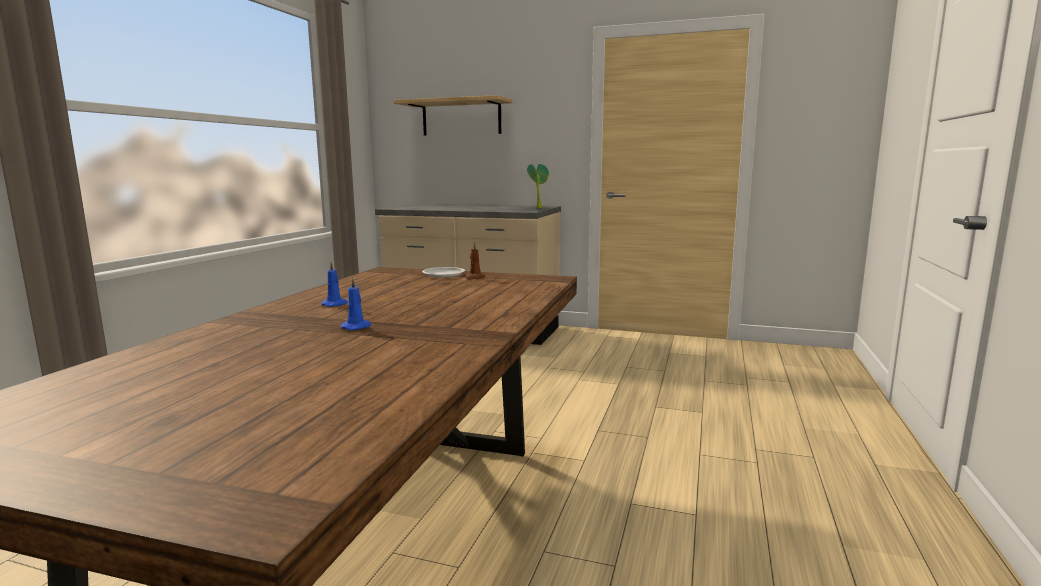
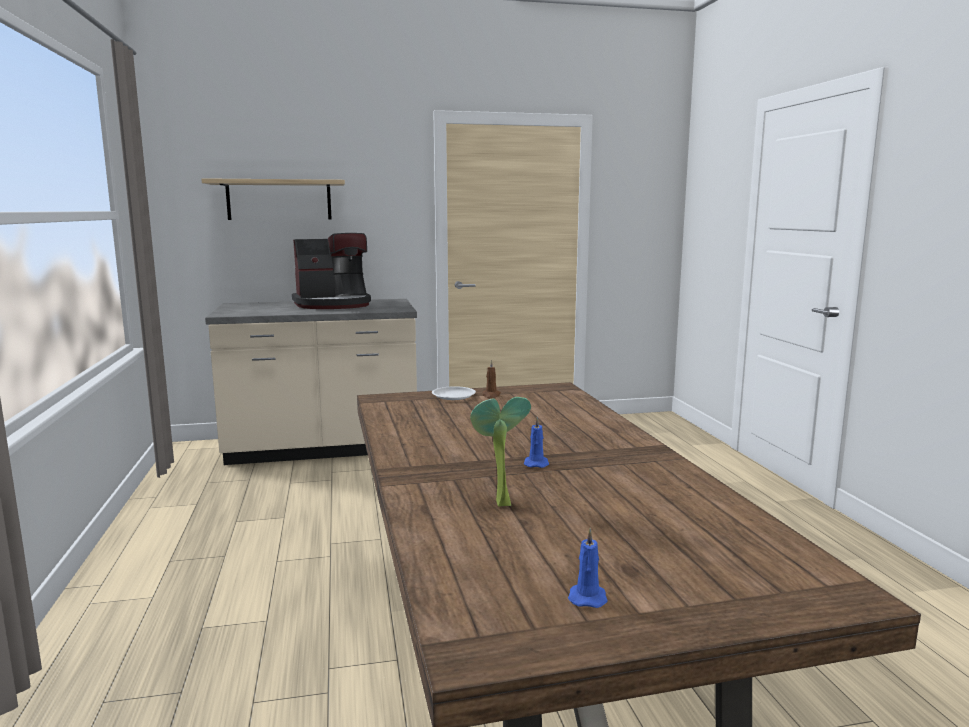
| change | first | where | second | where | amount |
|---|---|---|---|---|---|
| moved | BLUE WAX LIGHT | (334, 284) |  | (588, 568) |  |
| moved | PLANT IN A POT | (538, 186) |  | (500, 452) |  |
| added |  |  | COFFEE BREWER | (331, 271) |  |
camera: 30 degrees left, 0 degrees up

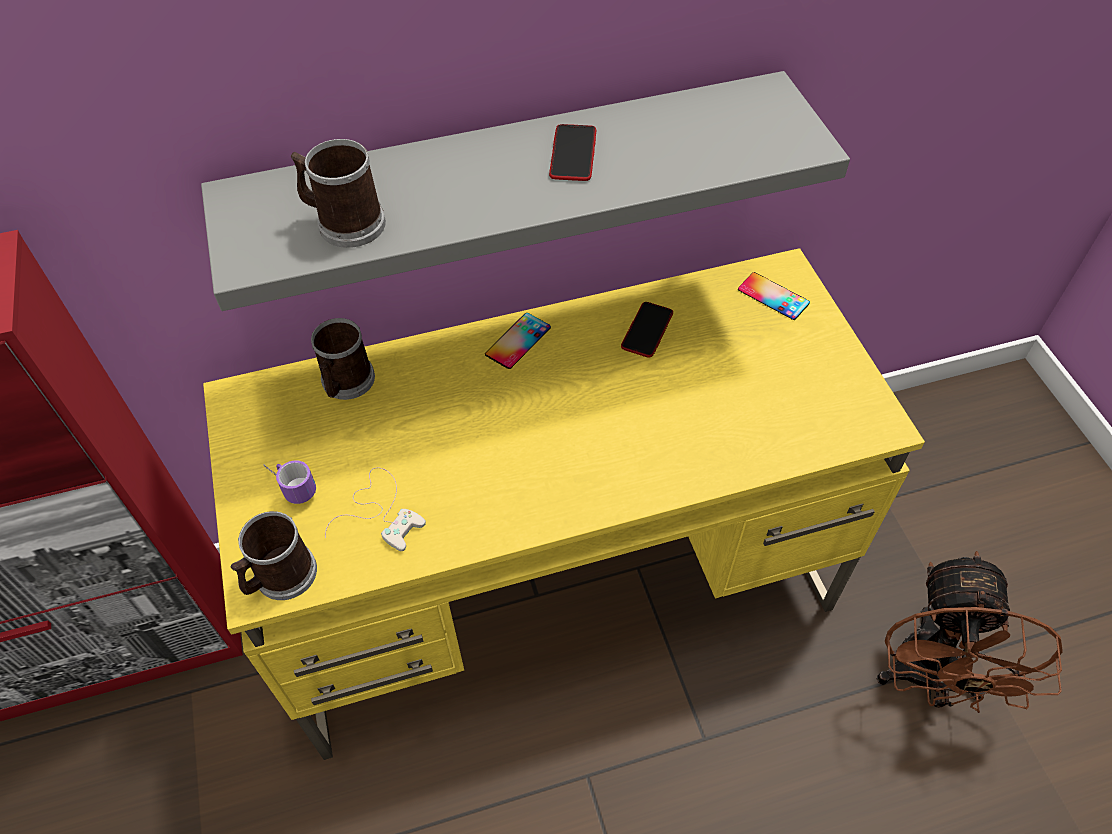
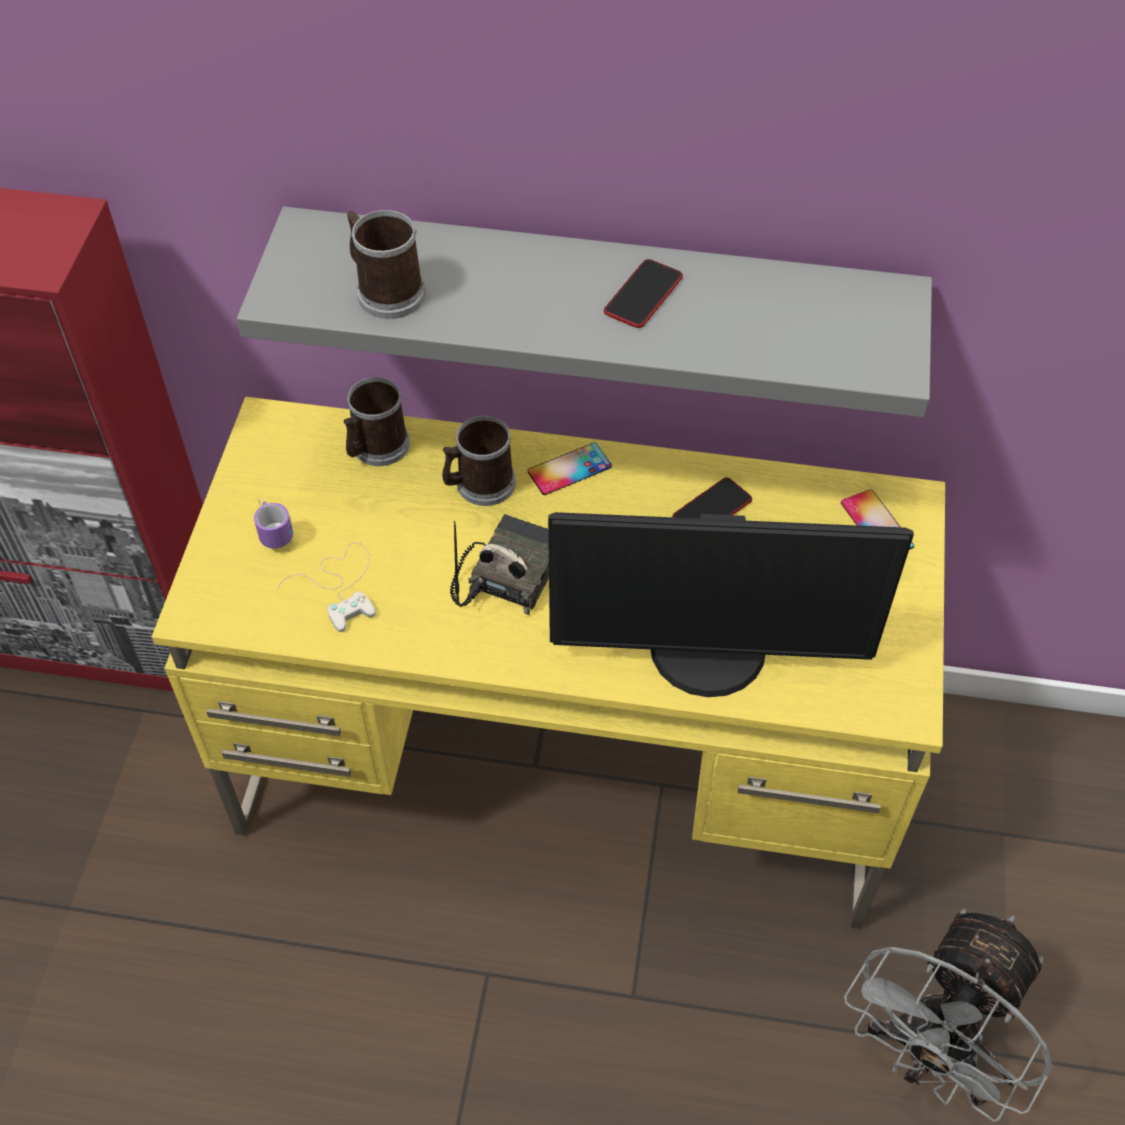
| change | first | where | second | where | amount |
|---|---|---|---|---|---|
| moved | COFFEE MUG | (273, 555) |  | (479, 461) |  |
| recoloured | BROWN FAN | (969, 632) | GREY FAN | (948, 1015) |  |
| added |  |  | RADIO | (499, 564) |  |
| added |  |  | MONITOR | (731, 604) |  |
camera: 25 degrees right, 0 degrees up

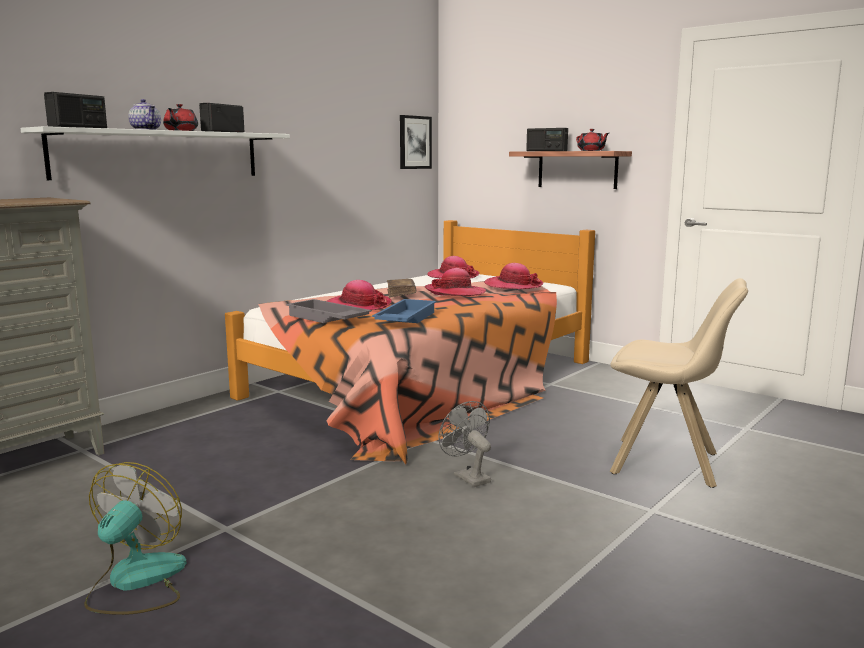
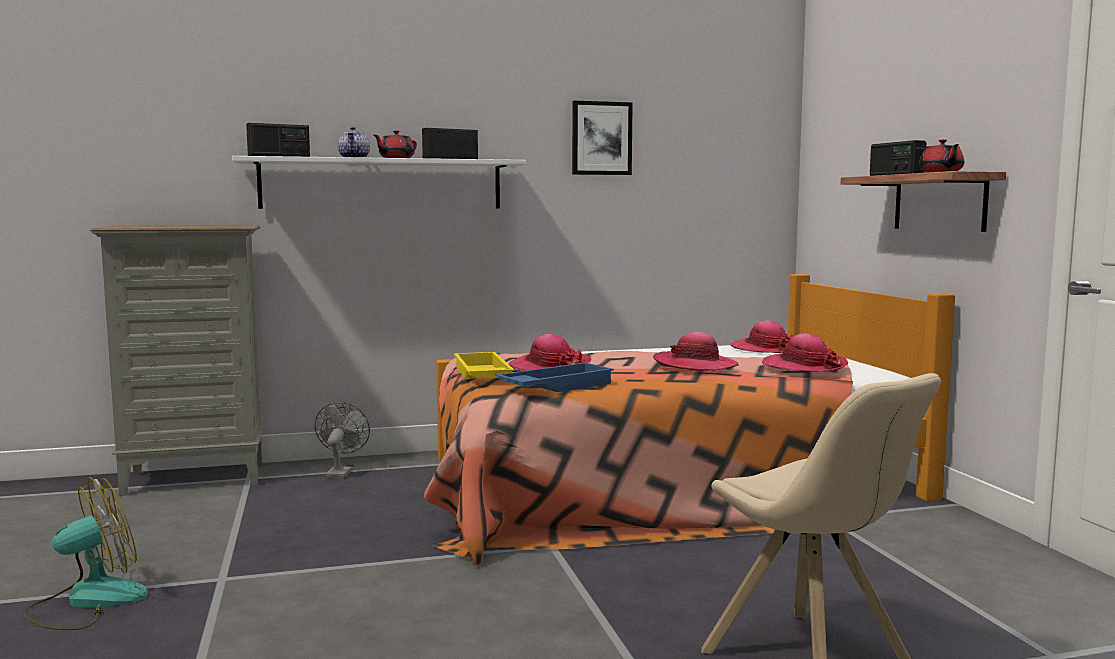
| change | first | where | second | where | amount |
|---|---|---|---|---|---|
| recoloured | GREY SERVING TRAY | (329, 311) | YELLOW SERVING TRAY | (484, 365) |  |
| removed | BROWN VOLUME | (401, 288) |  |  |  |
| moved | PICTURE | (416, 142) |  | (602, 138) |  |
| moved | GREY FAN | (465, 444) |  | (342, 440) |  |
camera: 35 degrees right, 5 degrees down

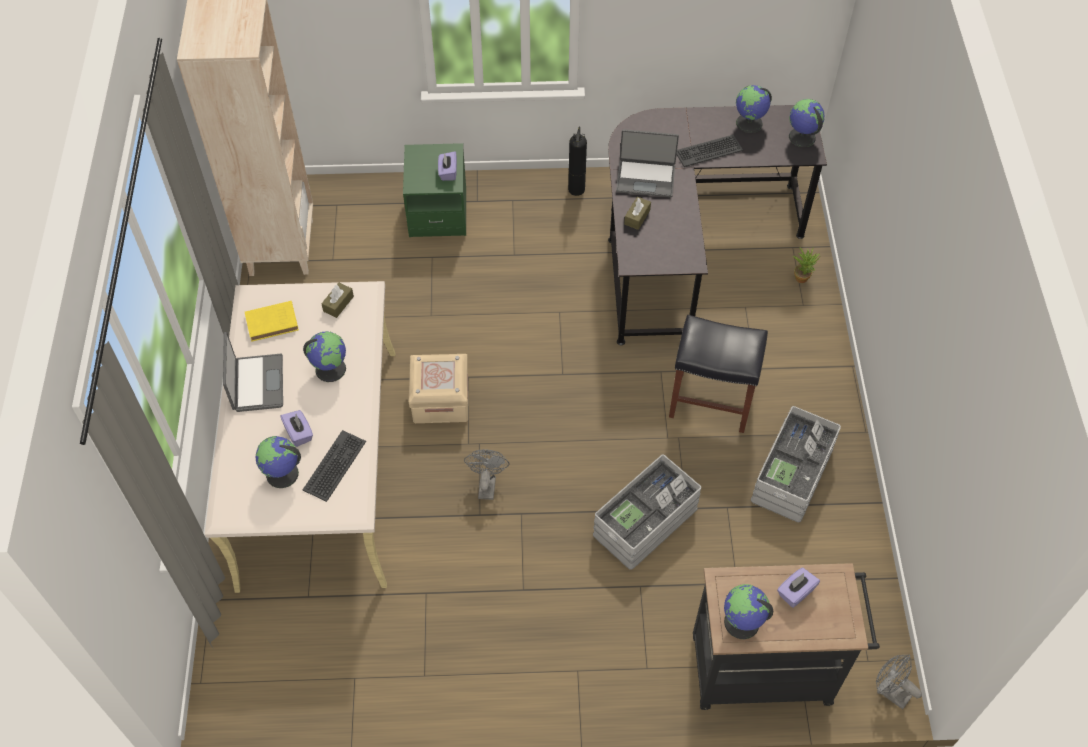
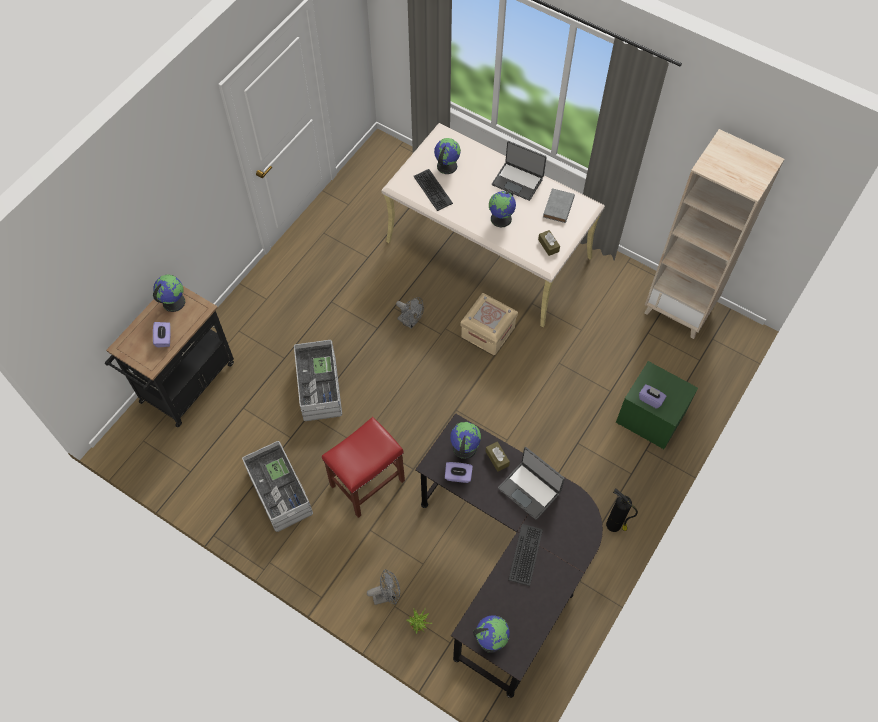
| change | first | where | second | where | amount |
|---|---|---|---|---|---|
| recoloured | YELLOW VOLUME | (272, 321) | GREY VOLUME | (559, 205) |  |
| moved | PURPLE TISSUE BOX | (296, 428) |  | (459, 472) |  |
| turned | LAPTOP | (647, 163) |  | (531, 483) | 90 degrees counterclockwise |
| recoloured | BLACK-COLOURED SITTING STOOL | (718, 374) | RED-COLOURED SITTING STOOL | (363, 467) |  |
| moved | GLOBE | (754, 109) |  | (465, 440) |  |
| moved | GREY FAN | (899, 682) |  | (383, 587) |  |
camera: 125 degrees right, 5 degrees up

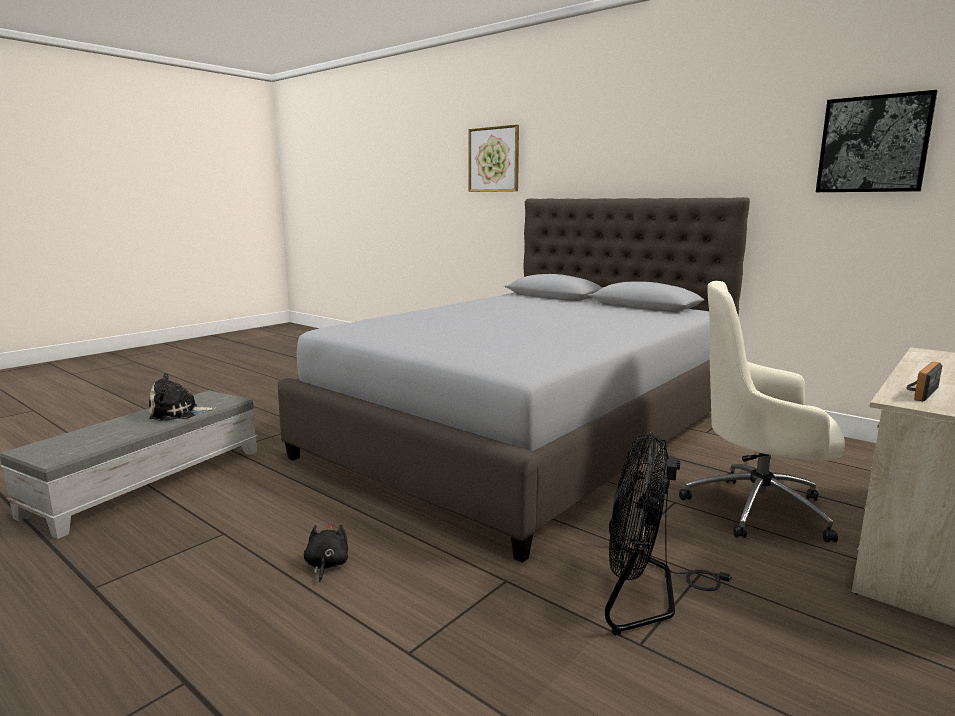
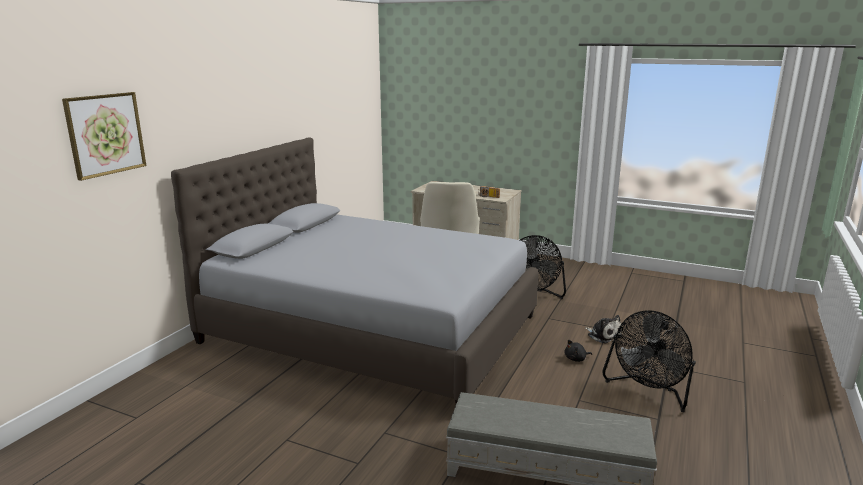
| change | first | where | second | where | amount |
|---|---|---|---|---|---|
| moved | PLUSH TOY | (182, 397) |  | (603, 329) |  |
| removed | PICTURE | (877, 141) |  |  |  |
| added |  |  | BLACK-COLOURED FAN | (649, 361) |  |
camera: 105 degrees left, 5 degrees up

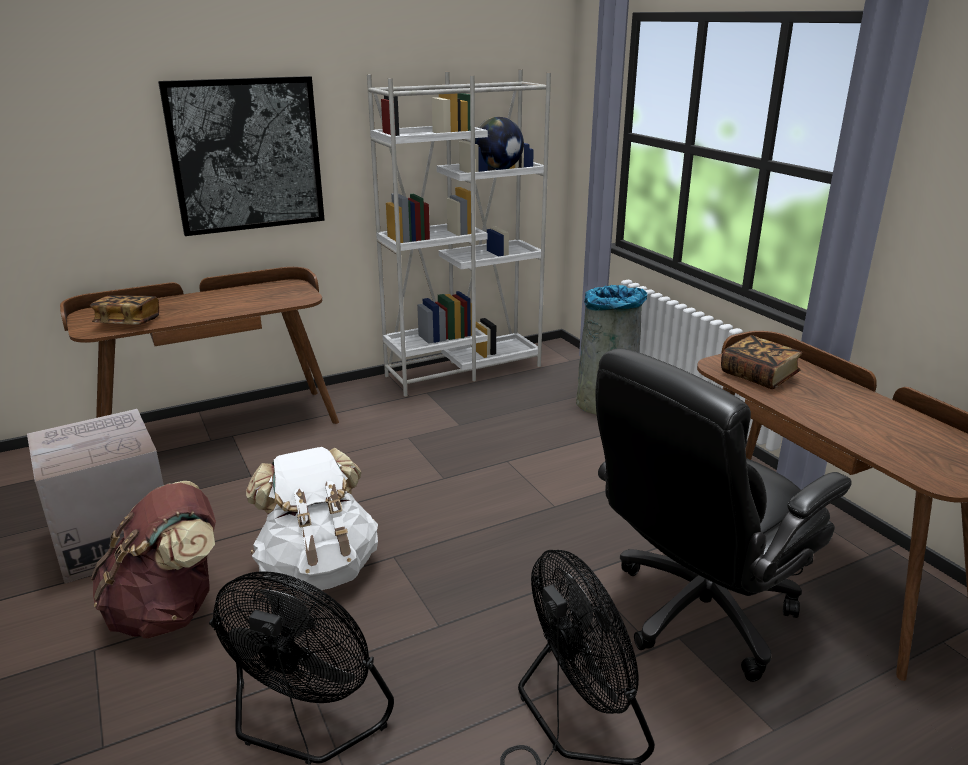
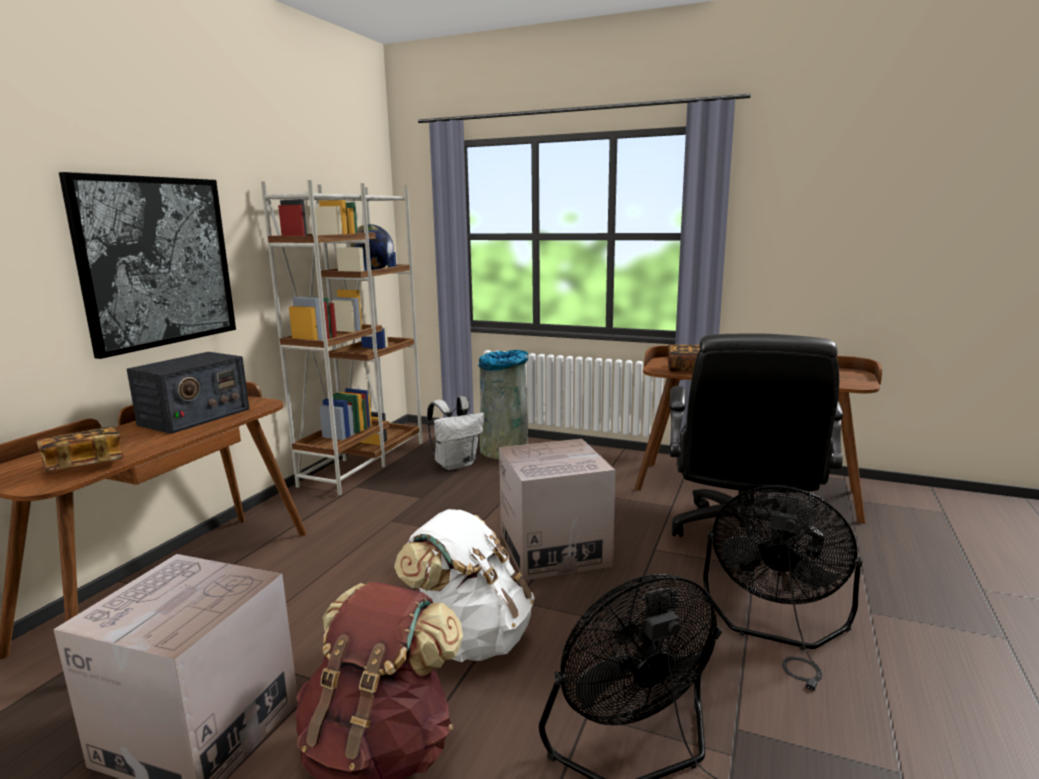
| change | first | where | second | where | amount |
|---|---|---|---|---|---|
| recoloured | WHITE SHELVING UNIT | (459, 233) | BROWN SHELVING UNIT | (342, 337) |  |
| added |  |  | RADIO | (188, 393) |  |
| added |  |  | WHITE RUCKSACK | (455, 433) |  |
| added |  |  | PACKING BOX | (557, 509) |  |
camera: 40 degrees left, 10 degrees down

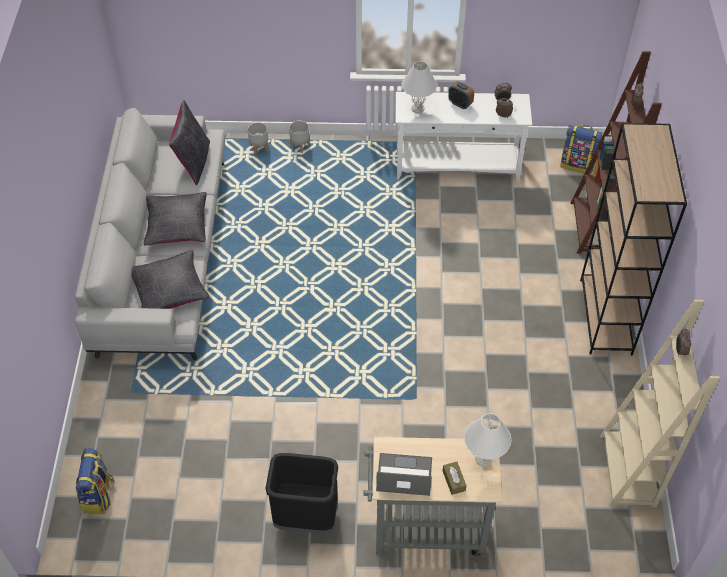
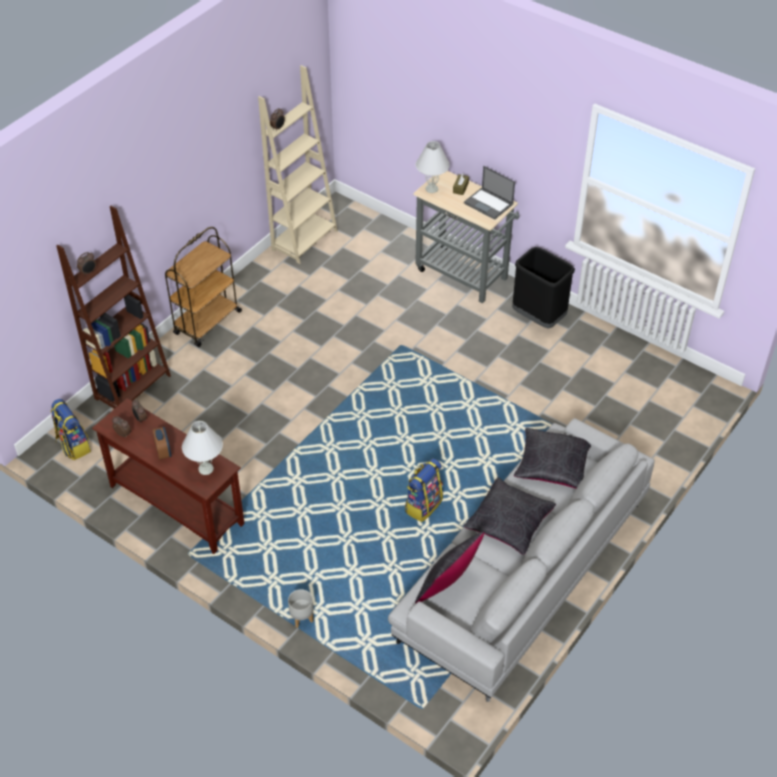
| change | first | where | second | where | amount |
|---|---|---|---|---|---|
| moved | RUCKSACK | (95, 481) |  | (424, 490) |  |
| removed | GREY PLANTER | (258, 138) |  |  |  |
| recoloured | WHITE NARROW TABLE | (463, 137) | BROWN NARROW TABLE | (168, 476) |  |
| replaced | BEIGE-COLOURED SHELVING UNIT | (633, 239) | BROWN TROLLEY | (203, 287) |  |
camera: 145 degrees left, 5 degrees down

